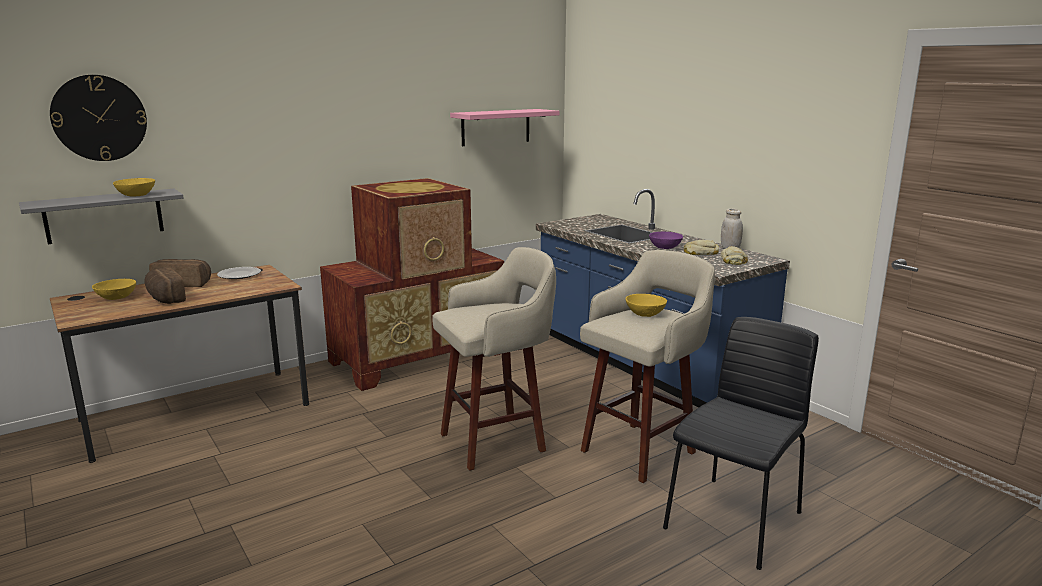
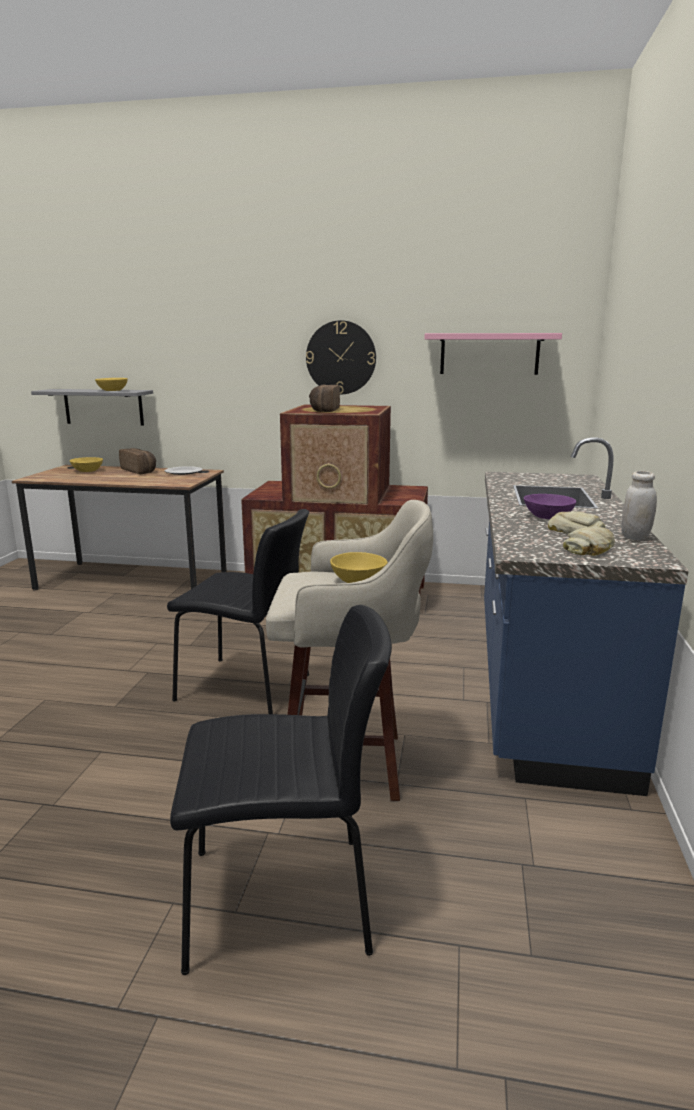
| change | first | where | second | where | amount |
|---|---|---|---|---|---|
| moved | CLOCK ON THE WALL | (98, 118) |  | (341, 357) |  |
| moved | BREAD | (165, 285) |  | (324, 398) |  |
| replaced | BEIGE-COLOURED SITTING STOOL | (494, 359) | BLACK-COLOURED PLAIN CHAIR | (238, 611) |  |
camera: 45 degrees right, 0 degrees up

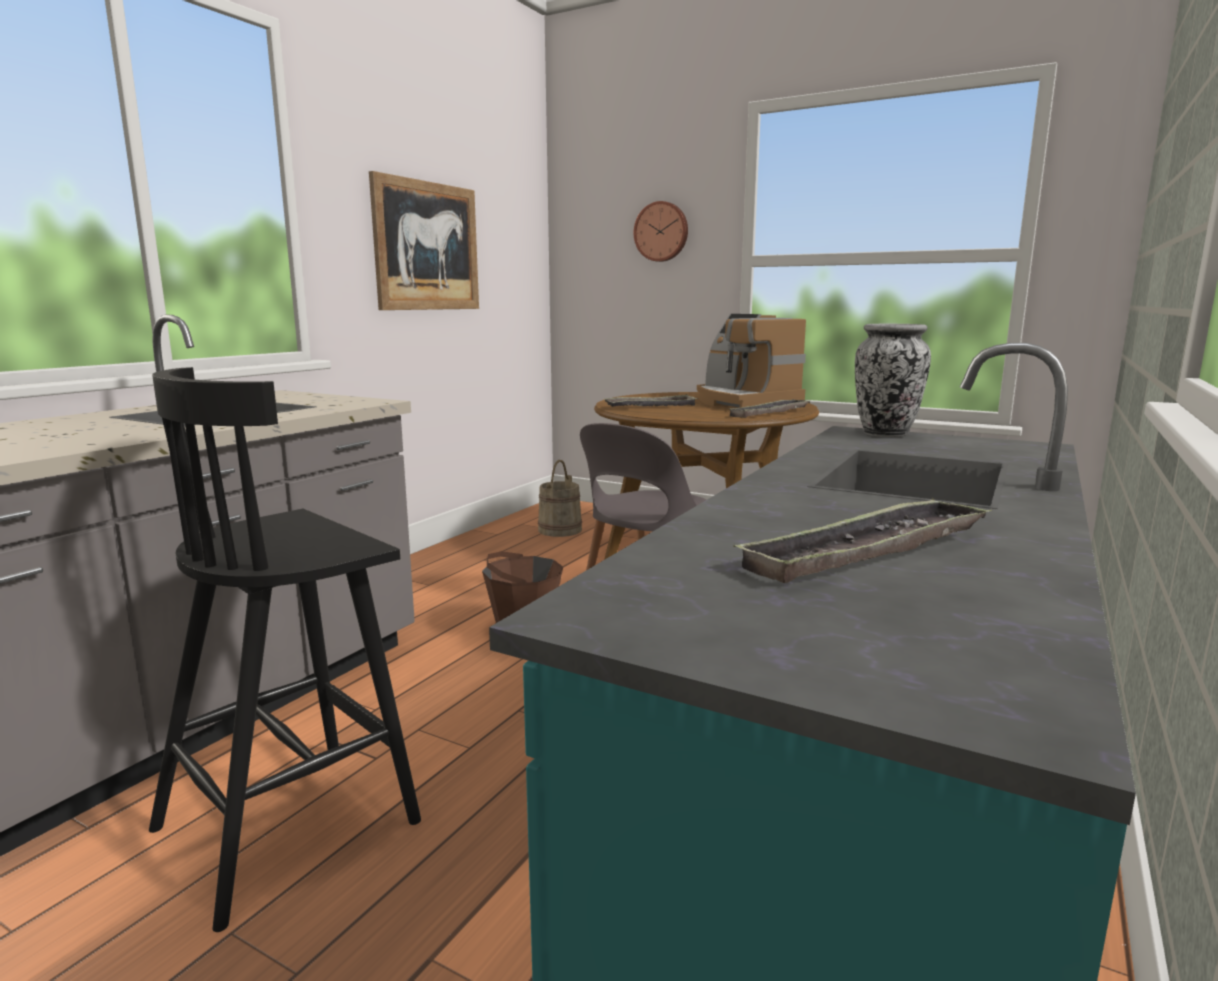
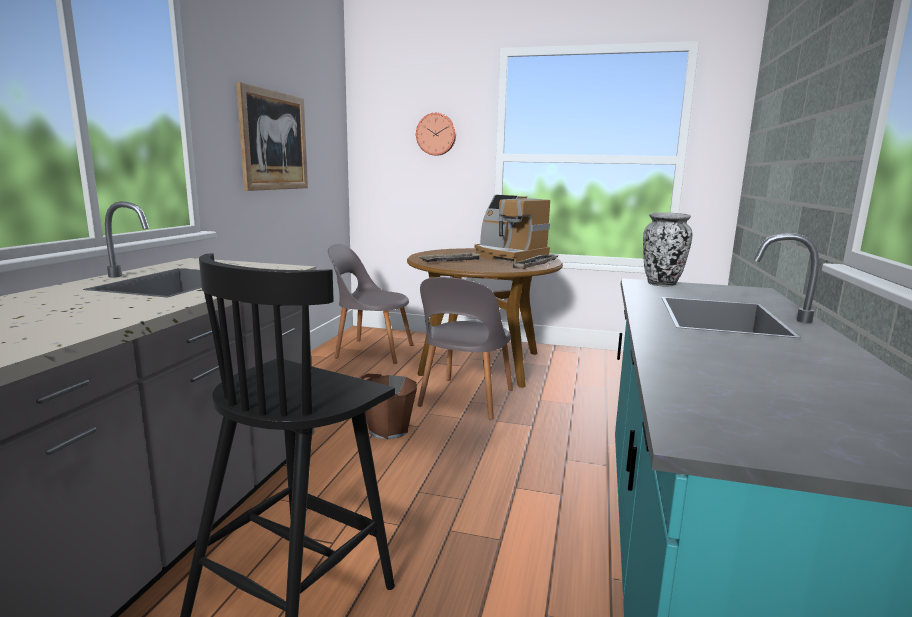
| change | first | where | second | where | amount |
|---|---|---|---|---|---|
| replaced | BEIGE-COLOURED BUCKET | (560, 498) | GREY PLAIN CHAIR | (370, 304) |  |
| removed | SERVING TRAY | (862, 540) |  |  |  |
camera: 15 degrees left, 0 degrees up

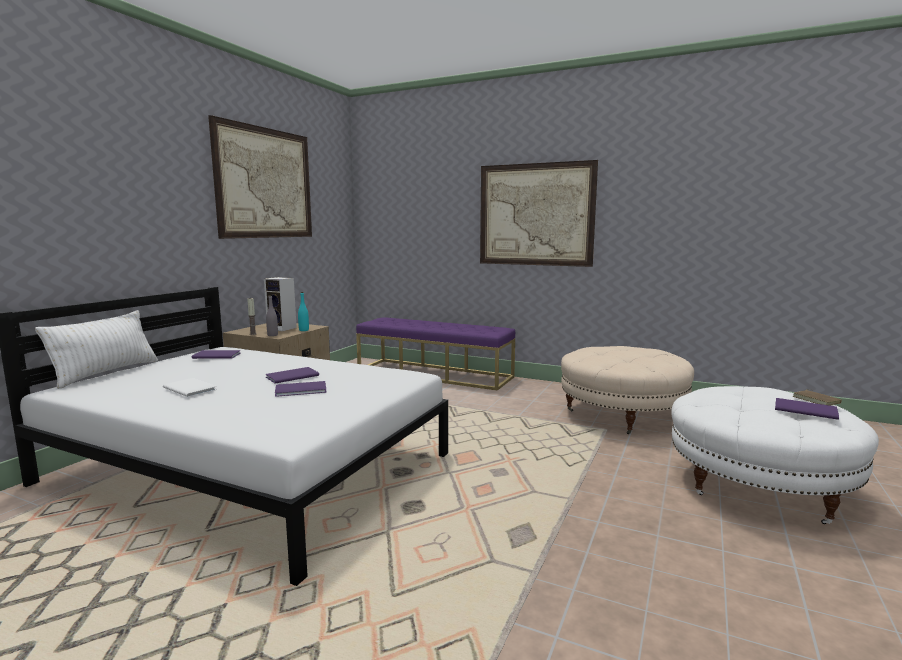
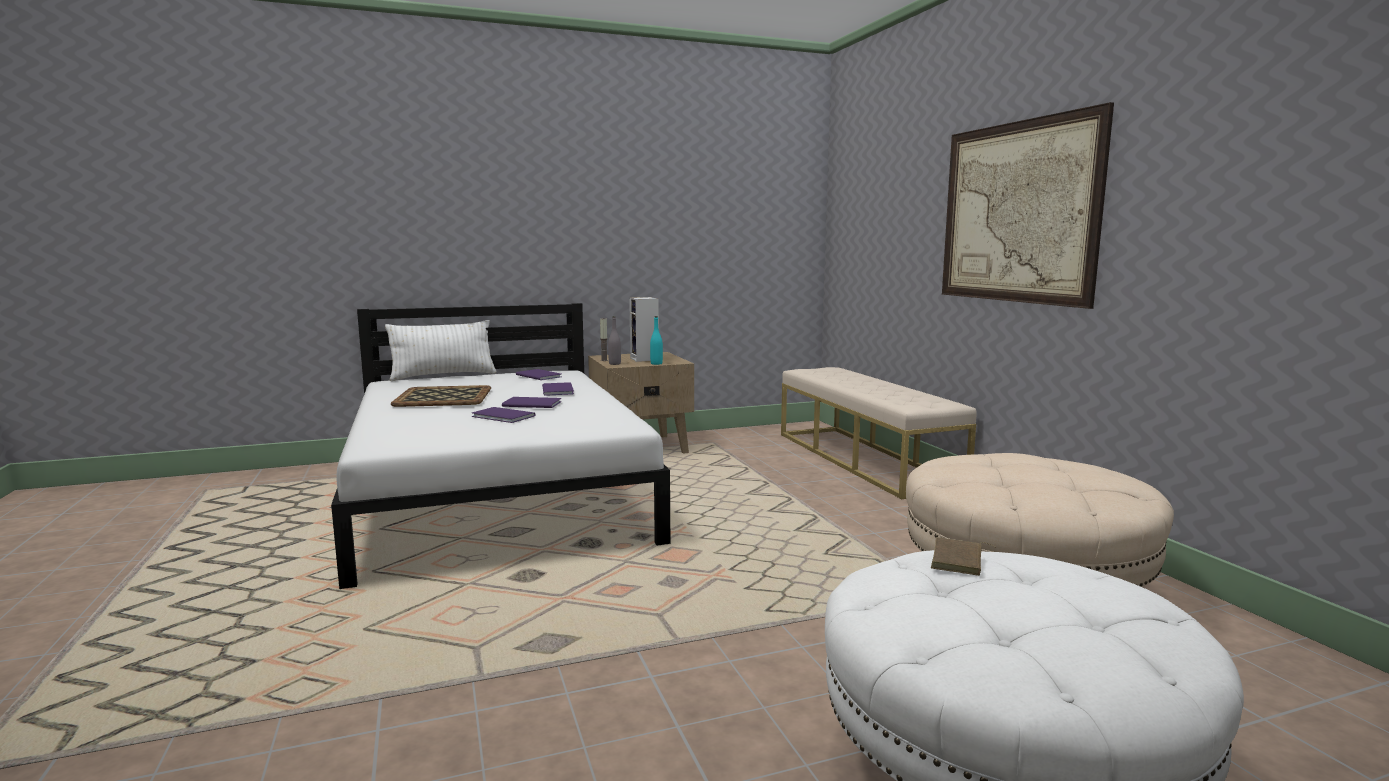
| change | first | where | second | where | amount |
|---|---|---|---|---|---|
| replaced | WHITE VOLUME | (190, 387) | SERVING TRAY | (441, 396) |  |
| removed | PICTURE | (260, 177) |  |  |  |
| recoloured | PURPLE LONG SEAT | (435, 354) | BEIGE-COLOURED LONG SEAT | (879, 433) |  |
| moved | PURPLE VOLUME | (807, 409) |  | (558, 389) |  |
| moved | BROWN VOLUME | (817, 397) |  | (964, 556) |  |
camera: 45 degrees right, 0 degrees up

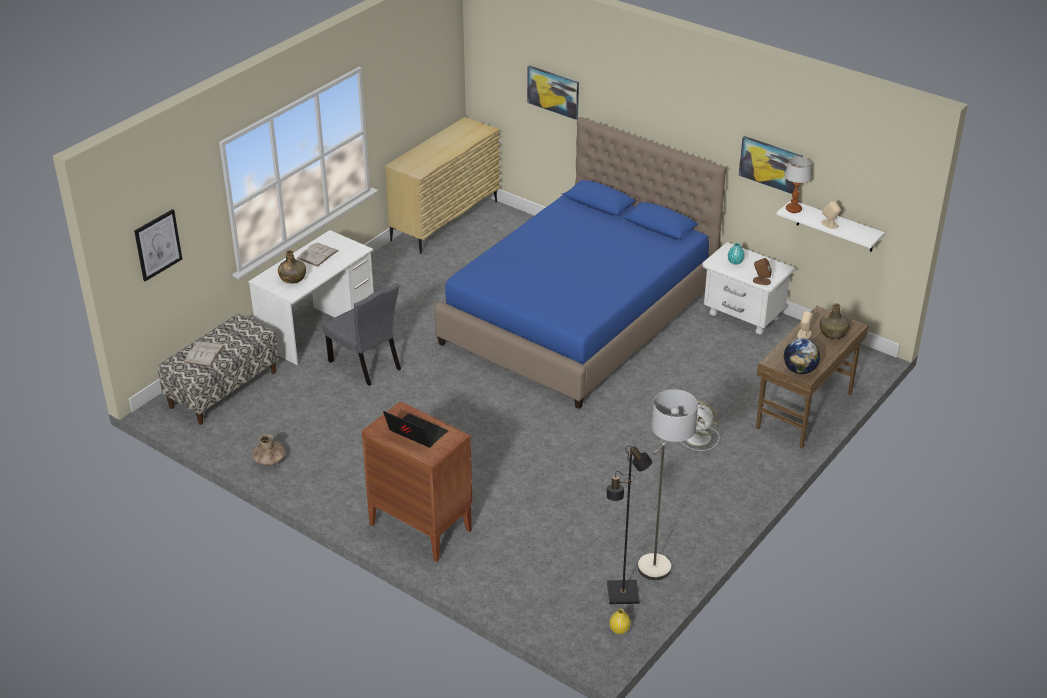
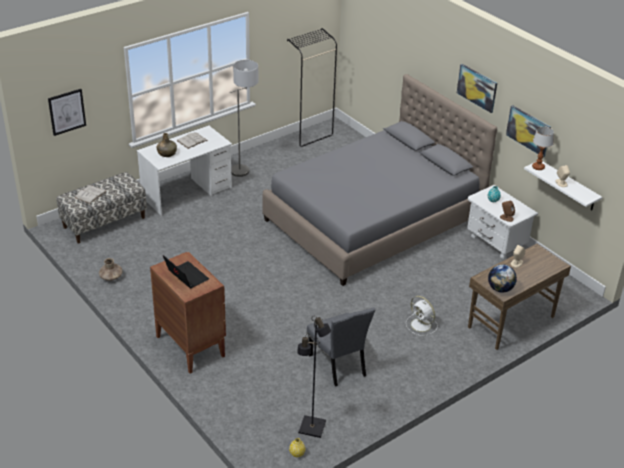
| change | first | where | second | where | amount |
|---|---|---|---|---|---|
| moved | GREY PLAIN CHAIR | (361, 334) |  | (341, 346) |  |
| replaced | BEIGE-COLOURED DRESSER | (442, 185) | BLACK-COLOURED GARMENT STAND | (312, 87) |  |
| recoloured | BLUE BED | (580, 263) | GREY BED | (379, 180) |  |
| moved | PICTURE | (553, 92) |  | (477, 88) |  |
| moved | GREY FLOOR LAMP | (668, 484) |  | (244, 118) |  |
| removed | GREEN BEVERAGE BOTTLE | (834, 321) |  |  |  |
camera: 15 degrees right, 0 degrees up

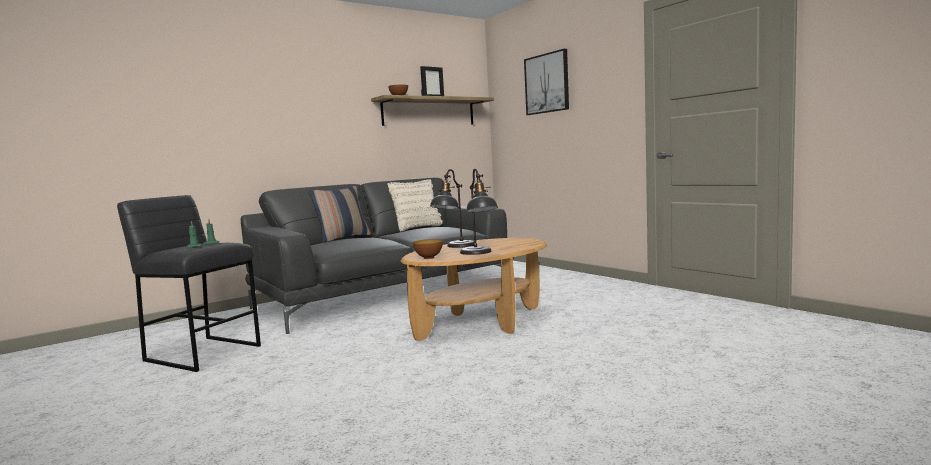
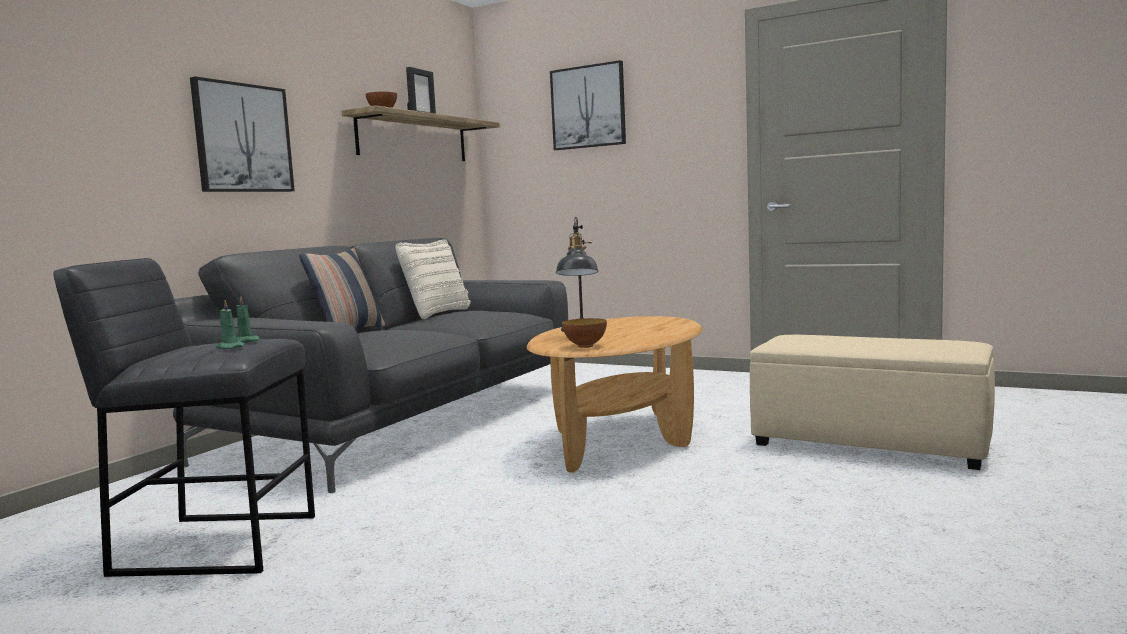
| change | first | where | second | where | amount |
|---|---|---|---|---|---|
| removed | GREY TABLETOP LAMP | (479, 211) |  |  |  |
| added |  |  | PICTURE | (242, 134) |  |
| added |  |  | BEIGE-COLOURED OTTOMAN | (872, 402) |  |
camera: 25 degrees left, 0 degrees up

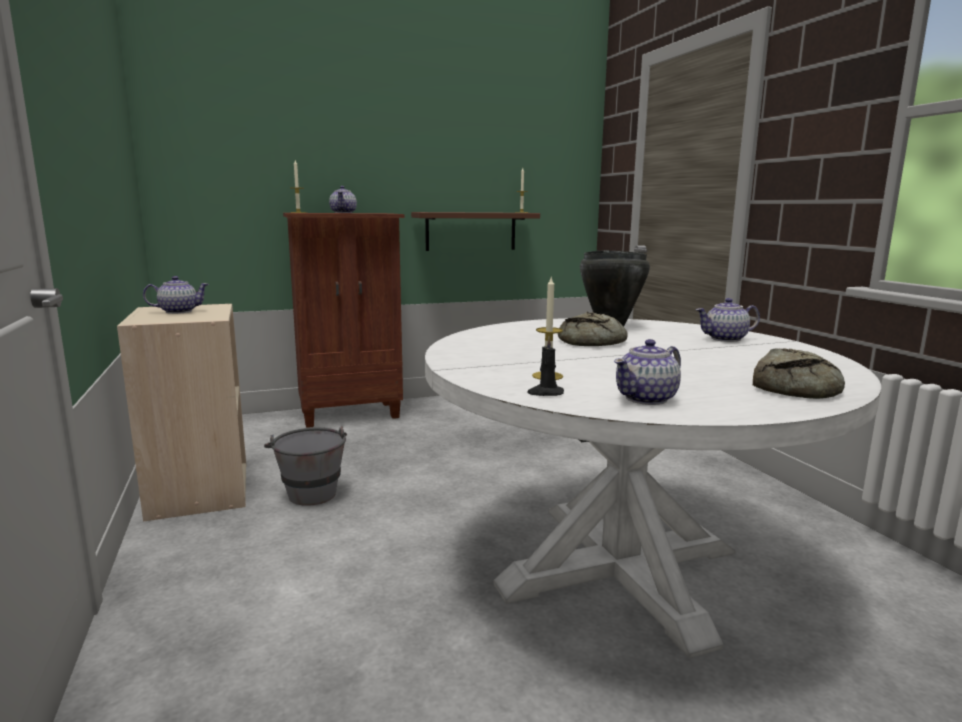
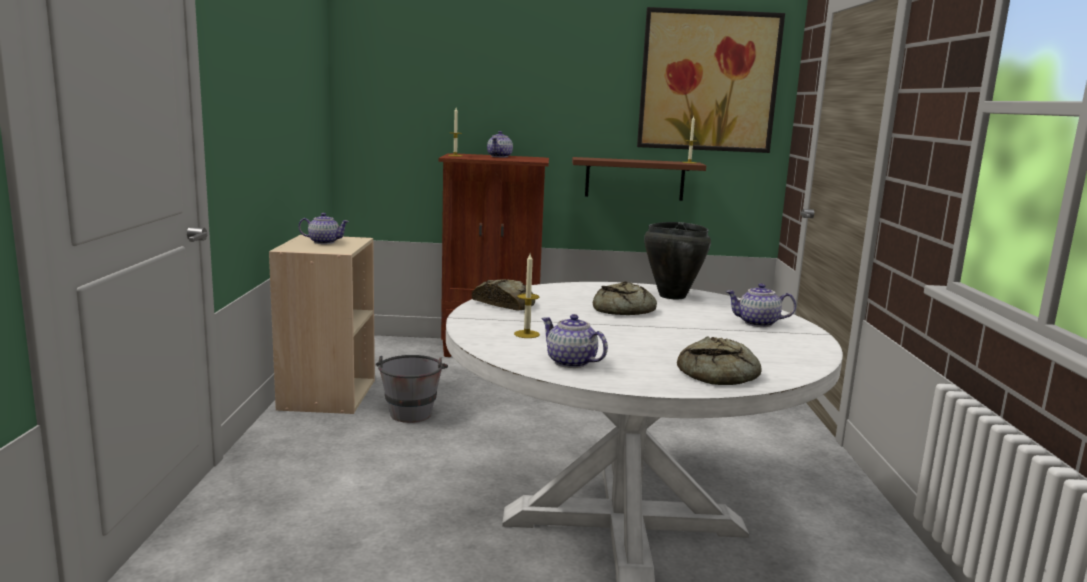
| change | first | where | second | where | amount |
|---|---|---|---|---|---|
| removed | BLACK-COLOURED WAX LIGHT | (545, 366) |  |  |  |
| turned | TEA POT | (647, 372) |  | (574, 341) | 60 degrees clockwise |
| added |  |  | BREAD | (503, 294) |  |
| added |  |  | PICTURE | (711, 80) |  |
camera: 20 degrees right, 0 degrees up

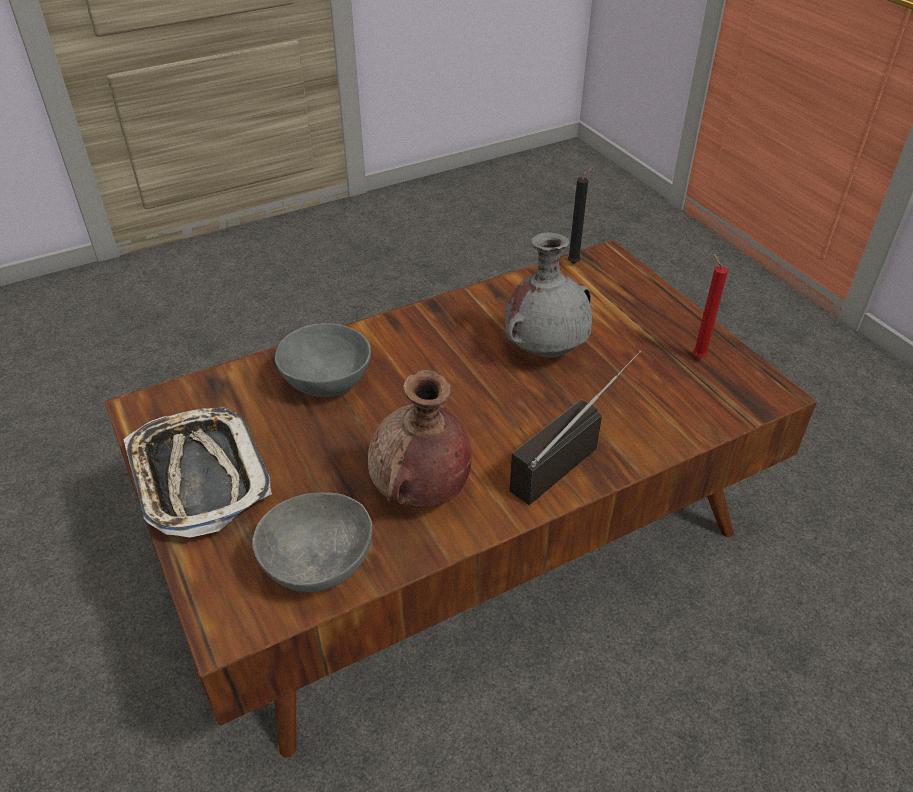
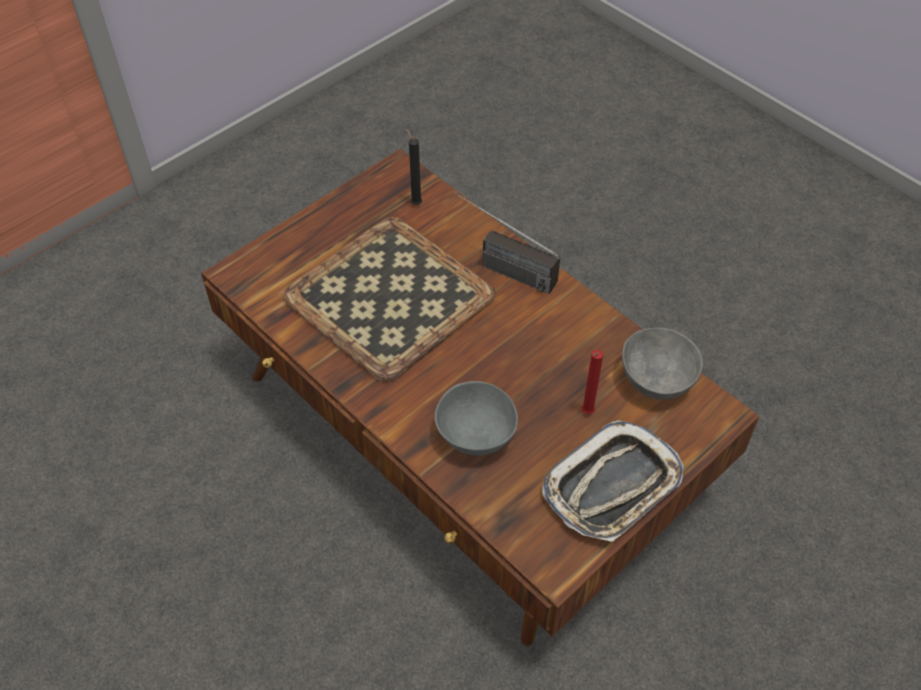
| change | first | where | second | where | amount |
|---|---|---|---|---|---|
| removed | BROWN DECORATIVE VASE | (420, 439) |  |  |  |
| replaced | GREY DECORATIVE VASE | (548, 295) | SERVING TRAY | (389, 299) |  |
| moved | BLACK-COLOURED WAX LIGHT | (580, 215) |  | (414, 167) |  |
| moved | RED-COLOURED WAX LIGHT | (710, 305) |  | (592, 382) |  |
camera: 105 degrees left, 10 degrees up

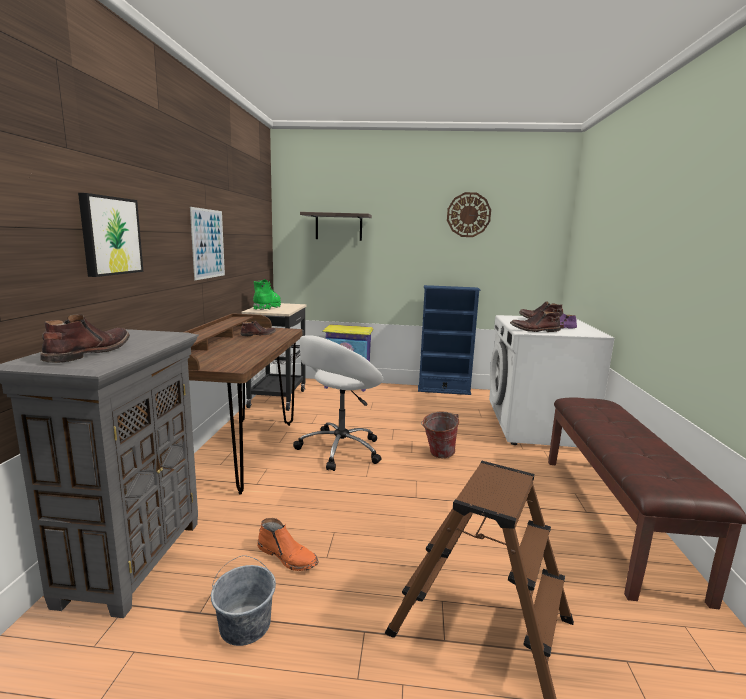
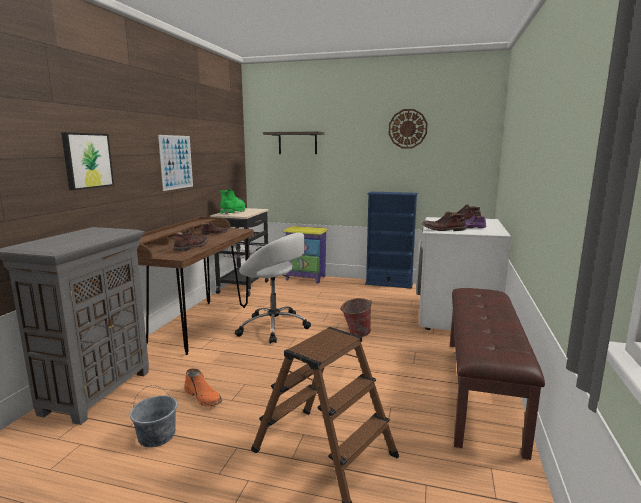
| change | first | where | second | where | amount |
|---|---|---|---|---|---|
| moved | BROWN TALL BOOT | (85, 338) |  | (191, 240) |  |
| turned | WHITE COMPUTER CHAIR | (338, 403) |  | (273, 288) | 105 degrees counterclockwise |
camera: 10 degrees right, 0 degrees up

